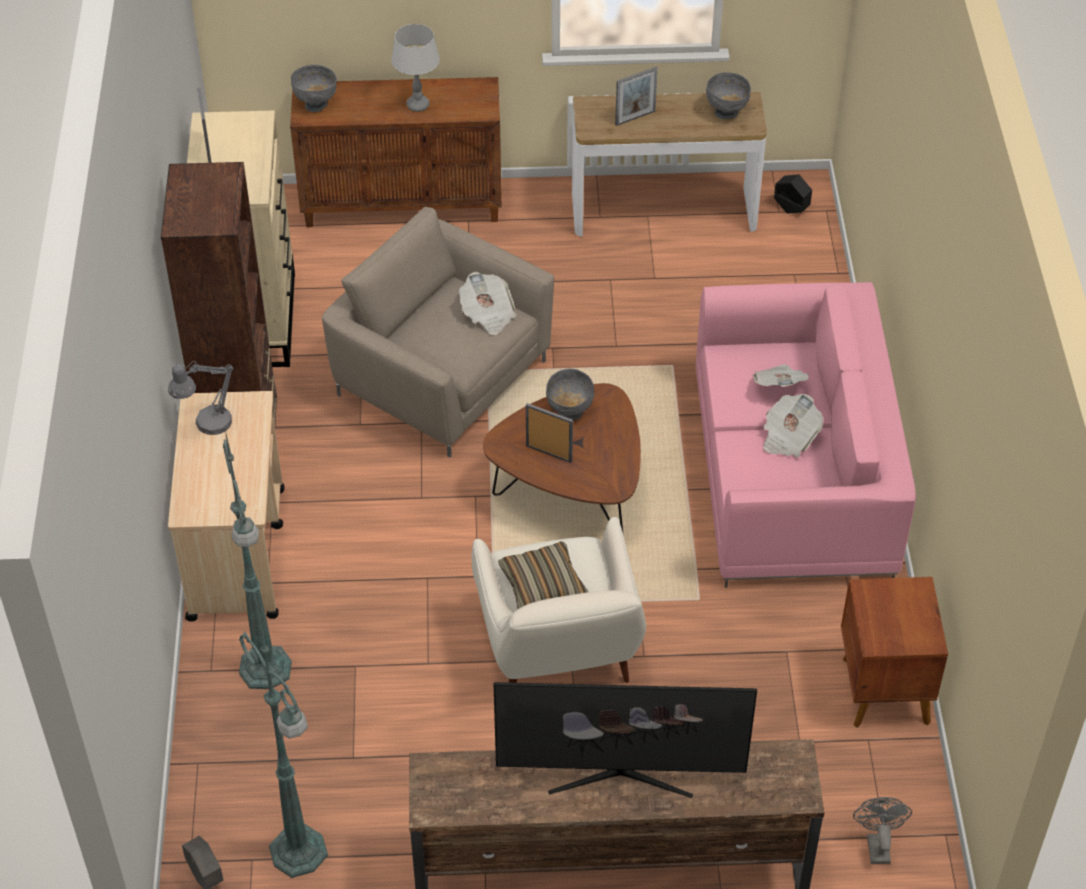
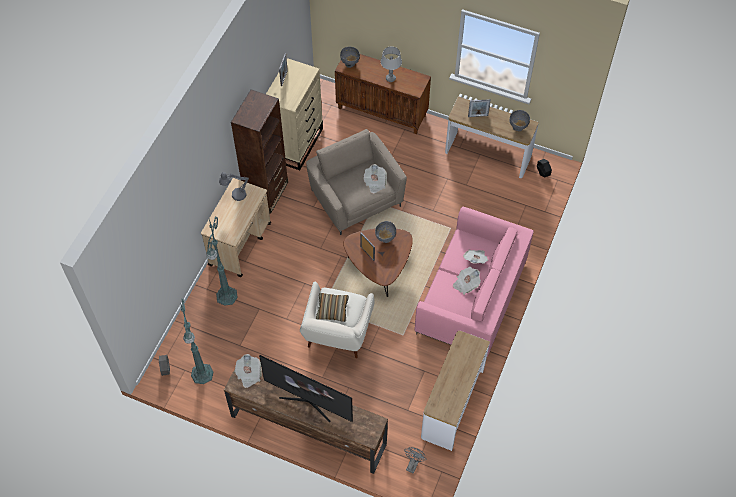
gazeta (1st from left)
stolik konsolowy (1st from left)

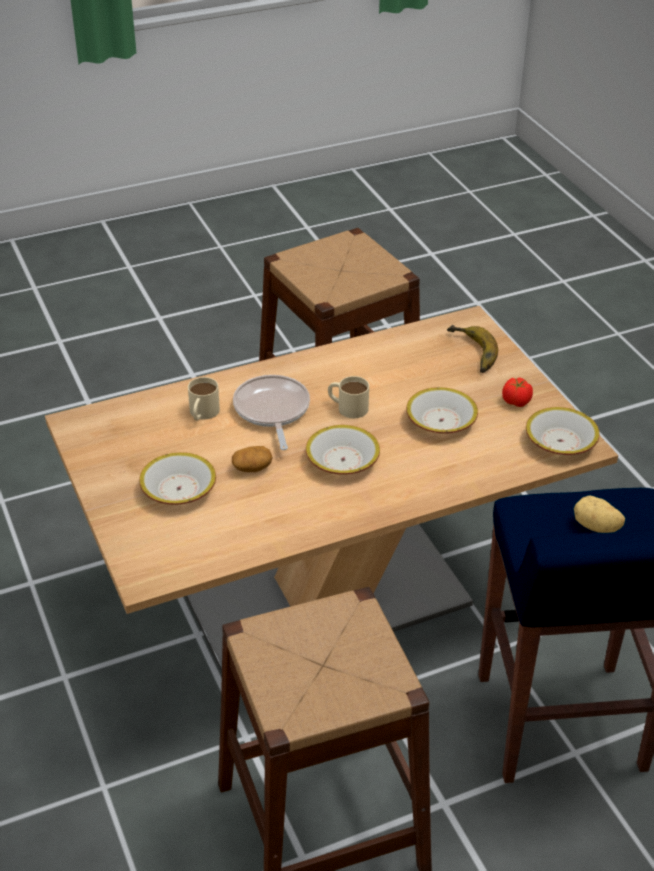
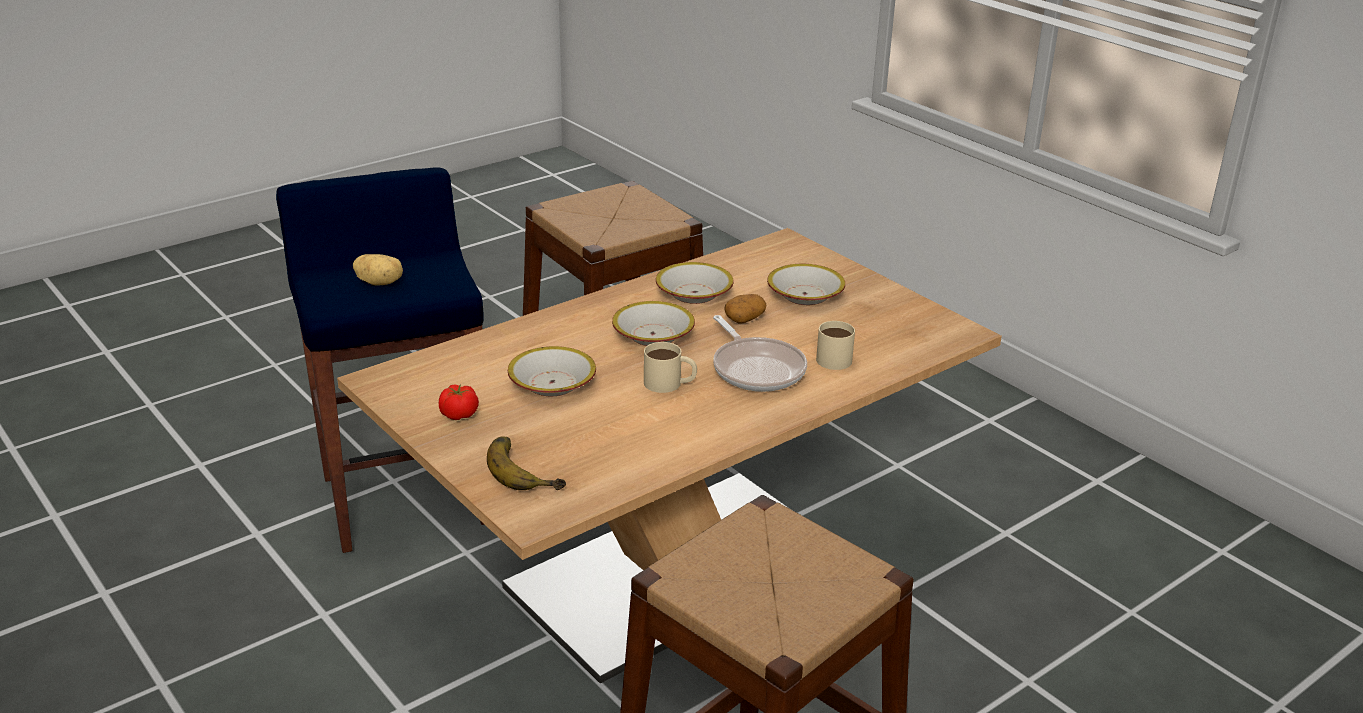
miska (3rd from left)

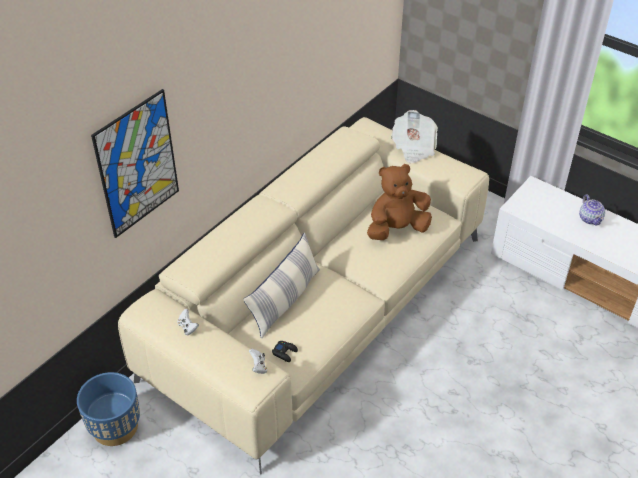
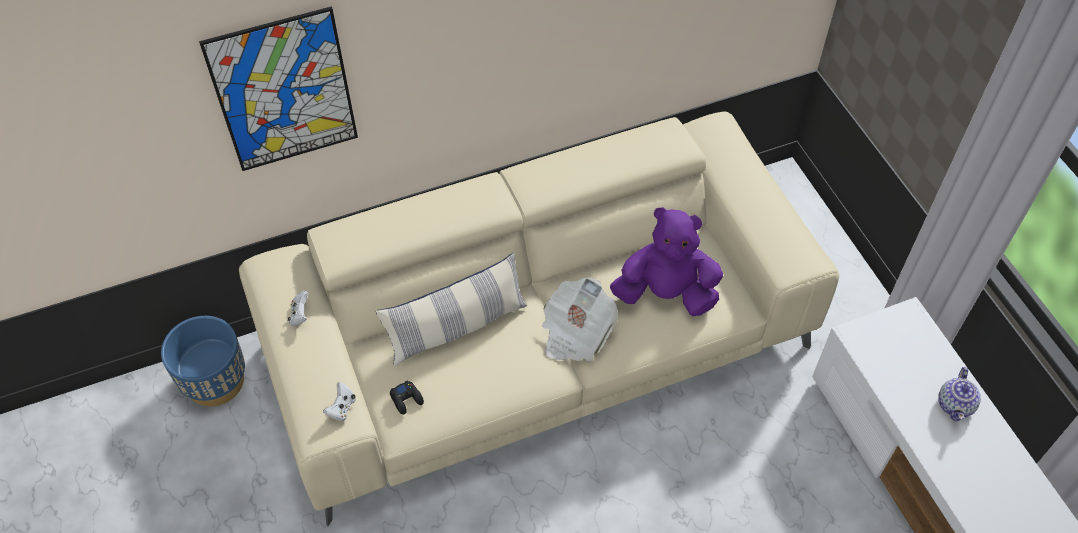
gazeta
pluszak [fioletowy]

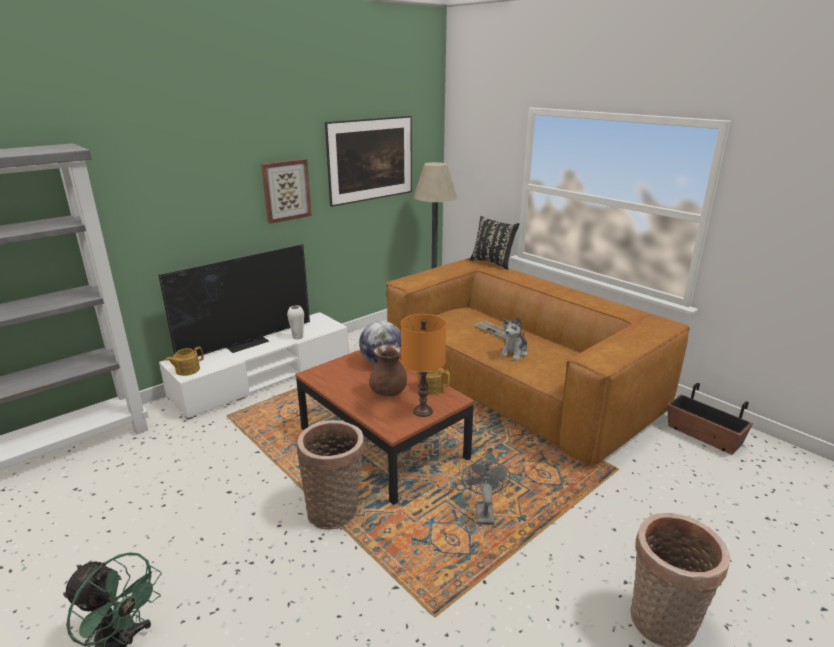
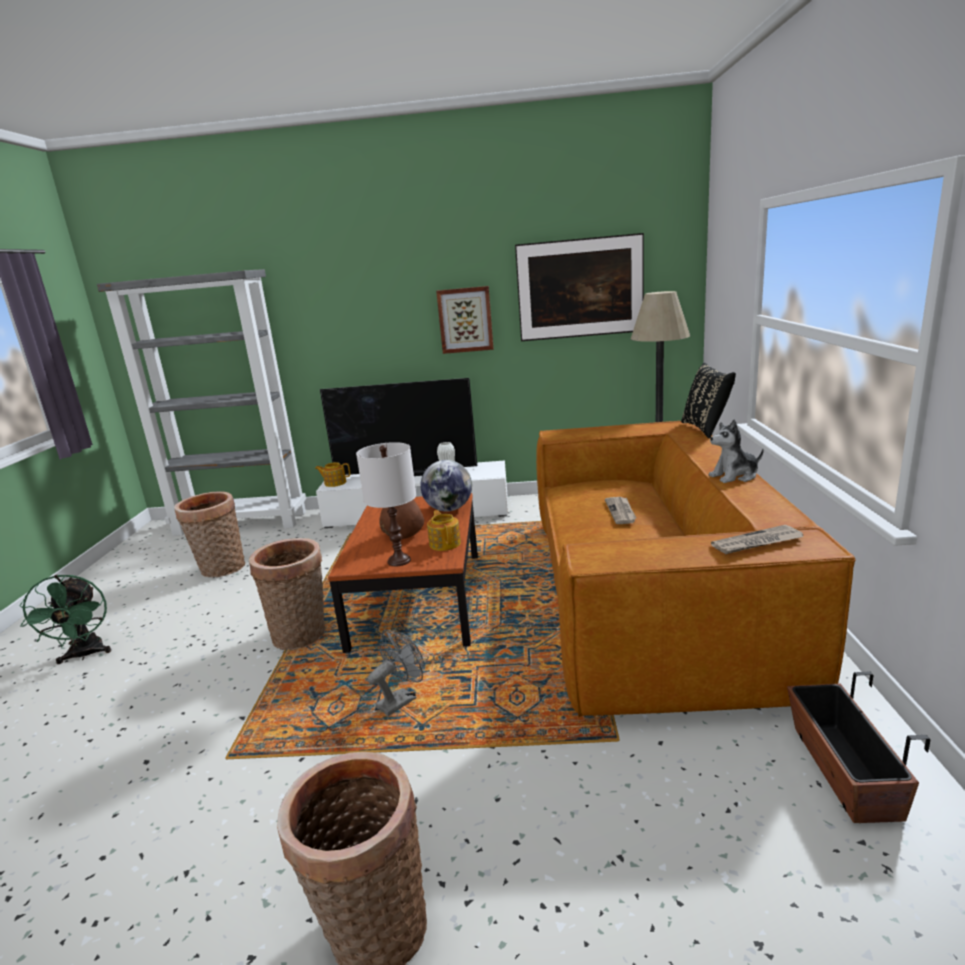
koszyk (1st from left)
gazeta (2nd from left)
pluszak
lampa stołowa [biały]

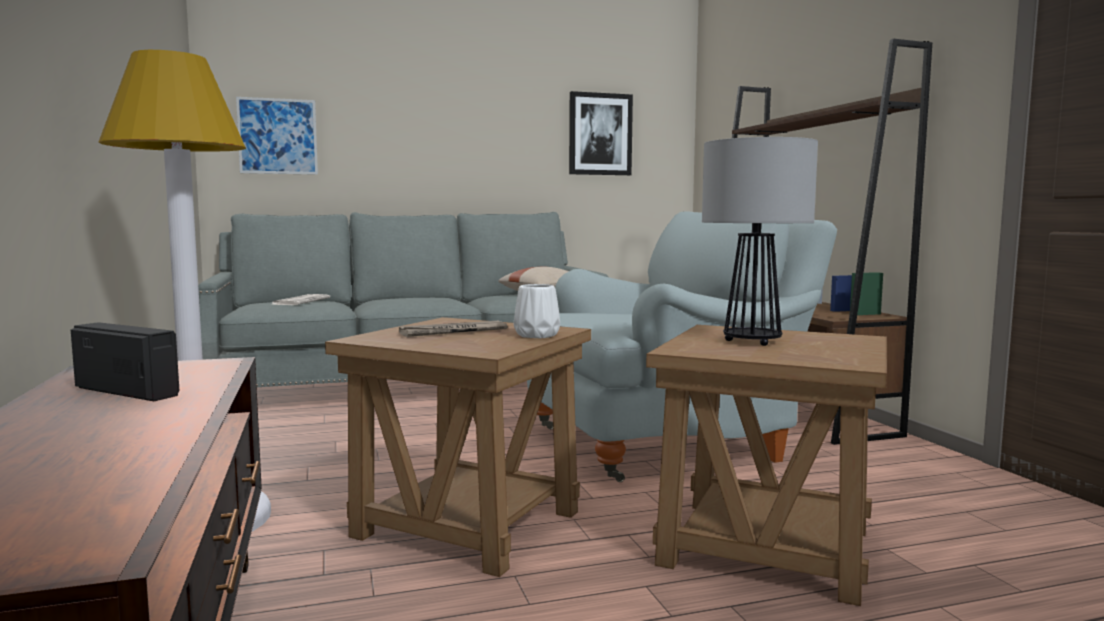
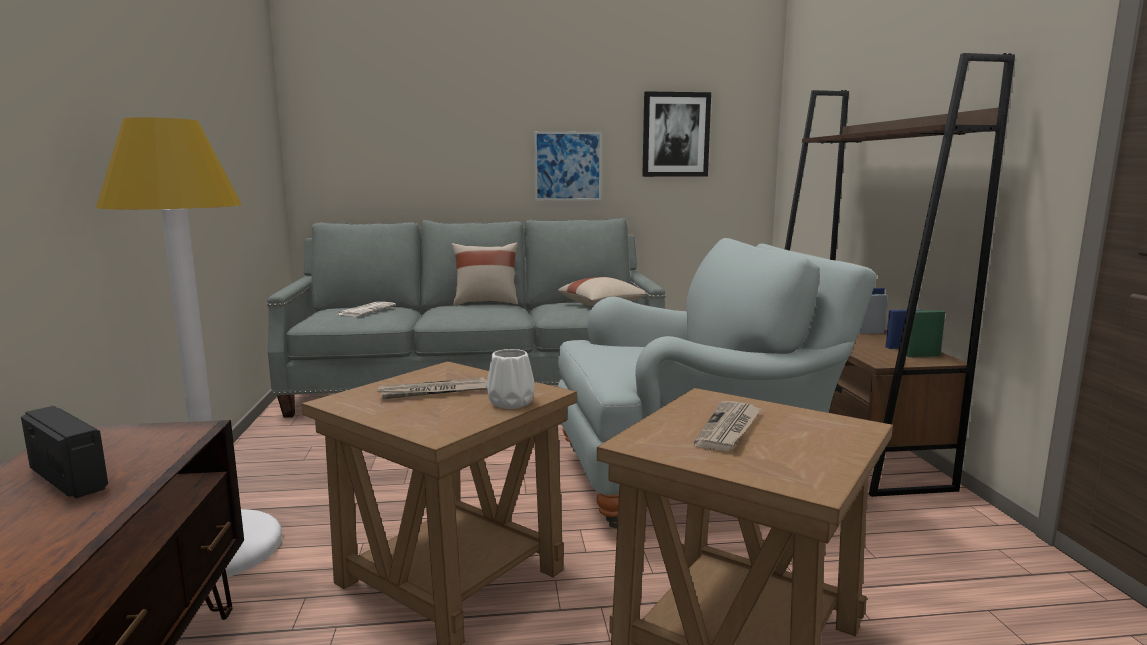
poduszka [beżowy] (1st from left)
obraz (1st from left)
gazeta (3rd from left)

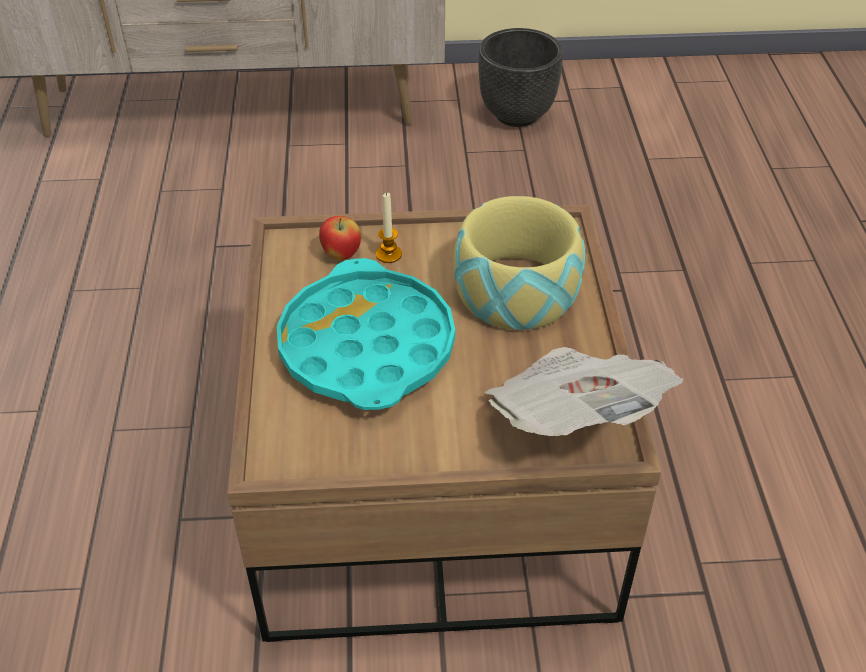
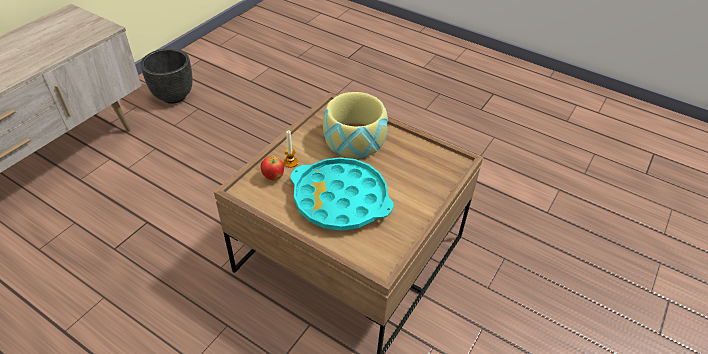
gazeta

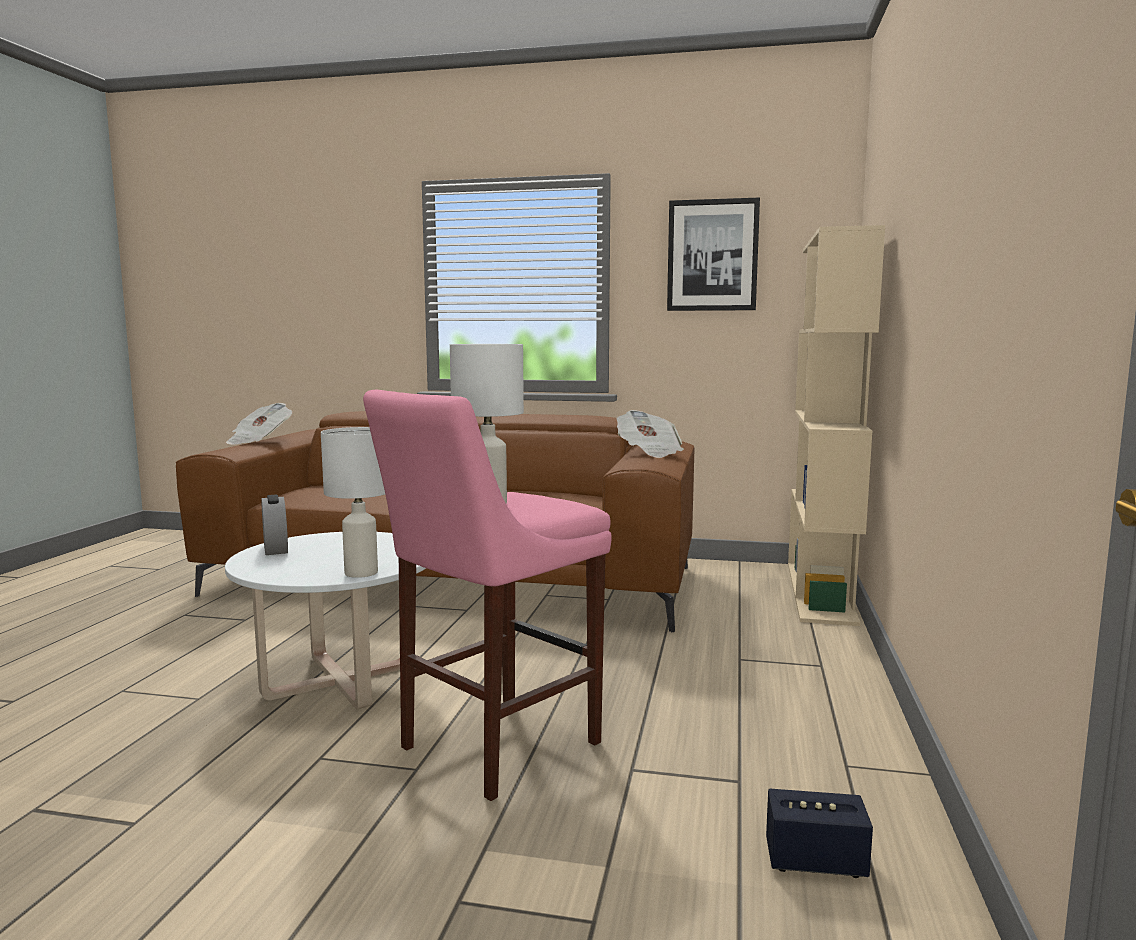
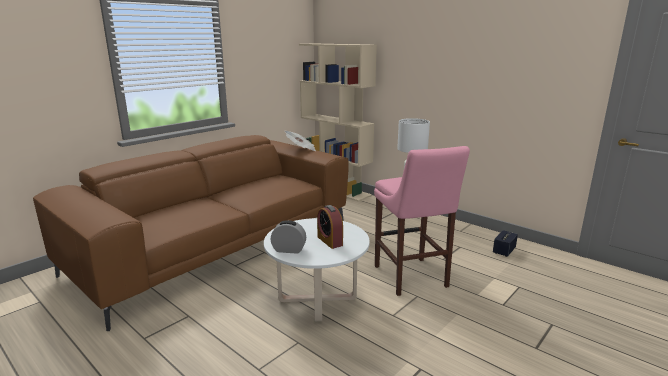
gazeta (1st from left in the first image)
lampa stołowa [biały] (1st from left in the first image)
obraz
budzik (2nd from left)

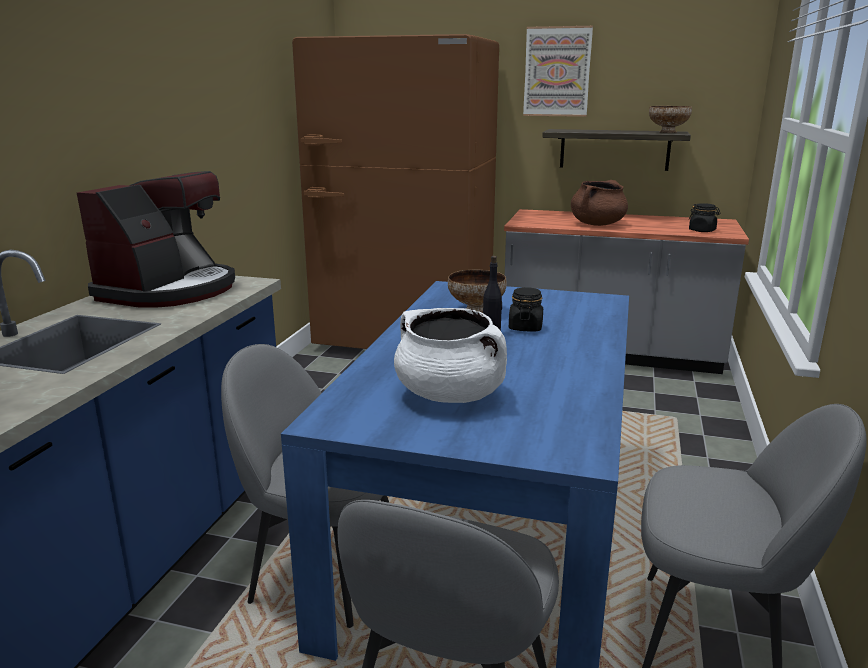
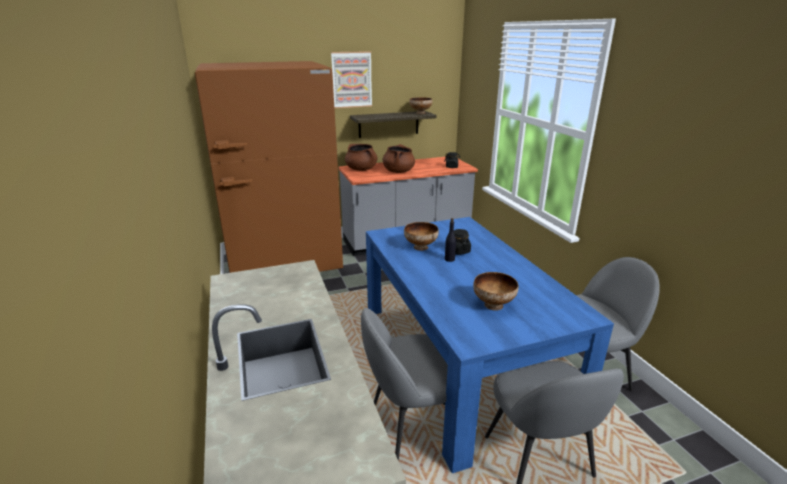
ekspres do kawy
garnek [brązowy] (1st from left)
miska (3rd from left)

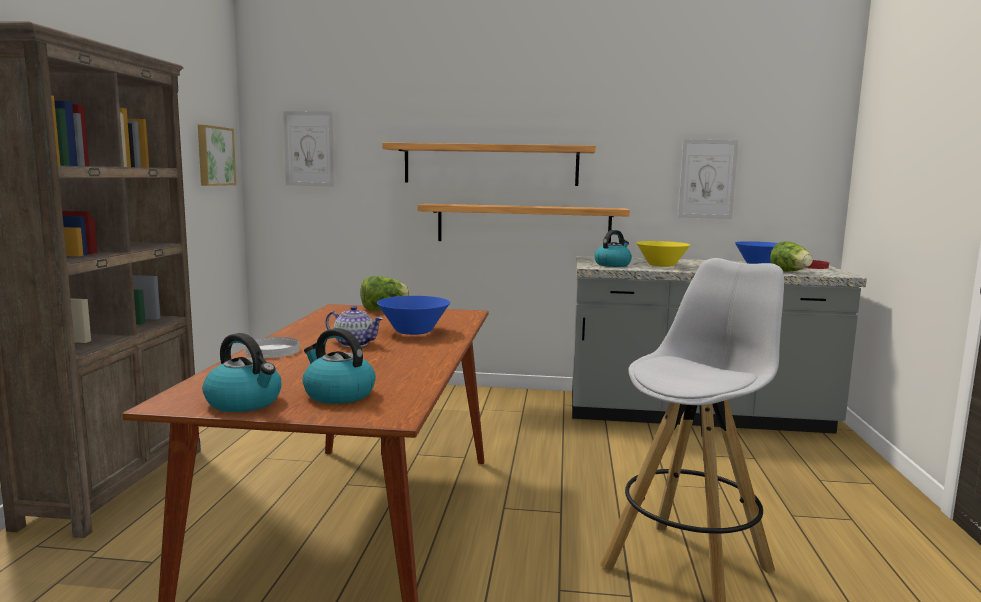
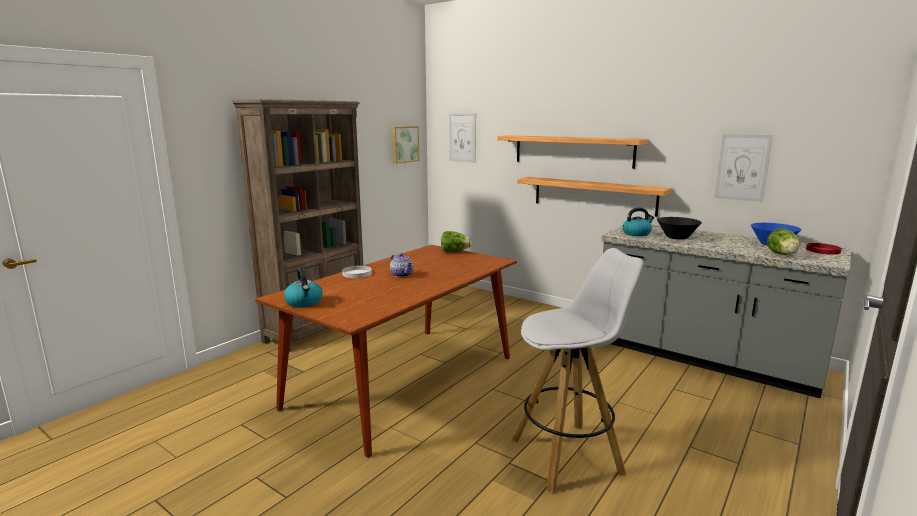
czajnik (2nd from left in the first image)
miska [niebieski] (1st from left in the first image)
miska [czarny]

